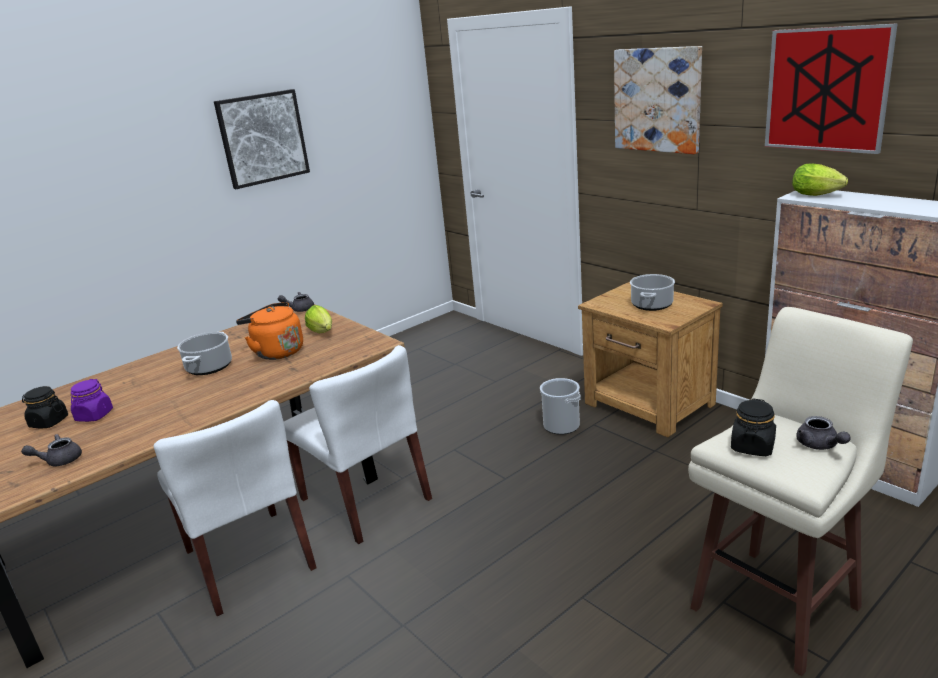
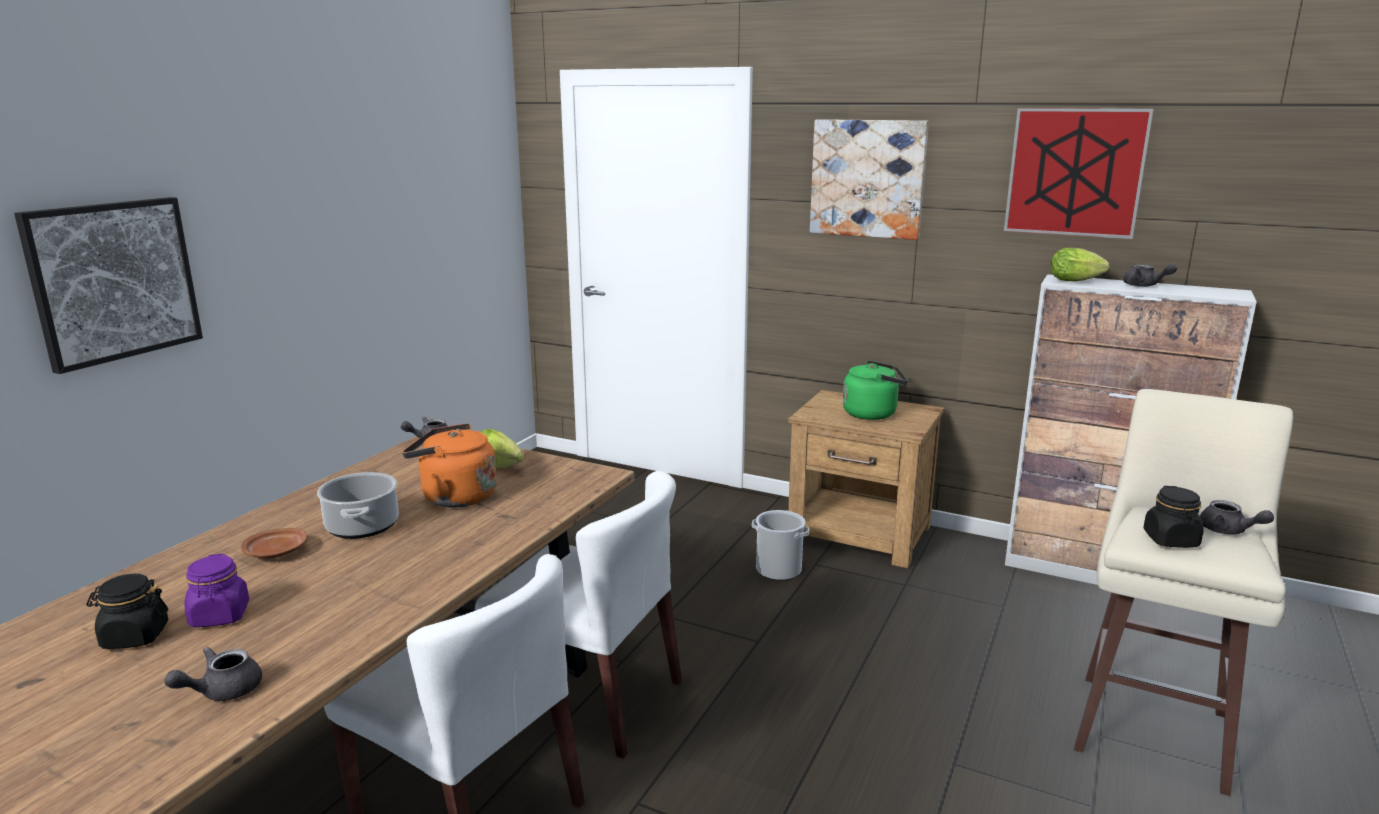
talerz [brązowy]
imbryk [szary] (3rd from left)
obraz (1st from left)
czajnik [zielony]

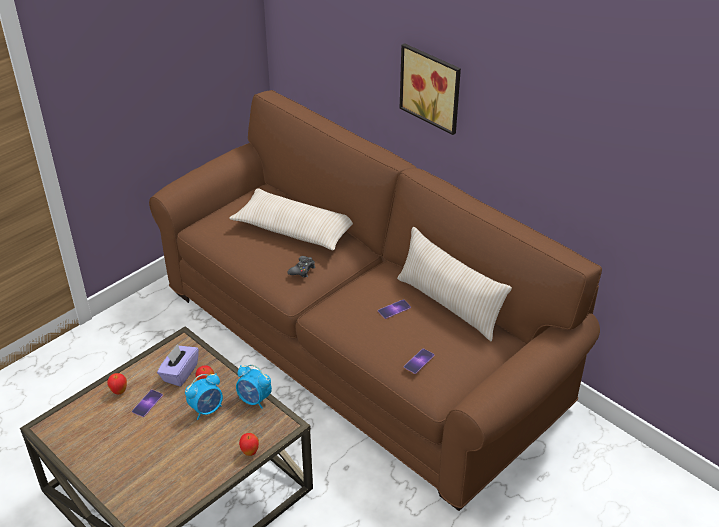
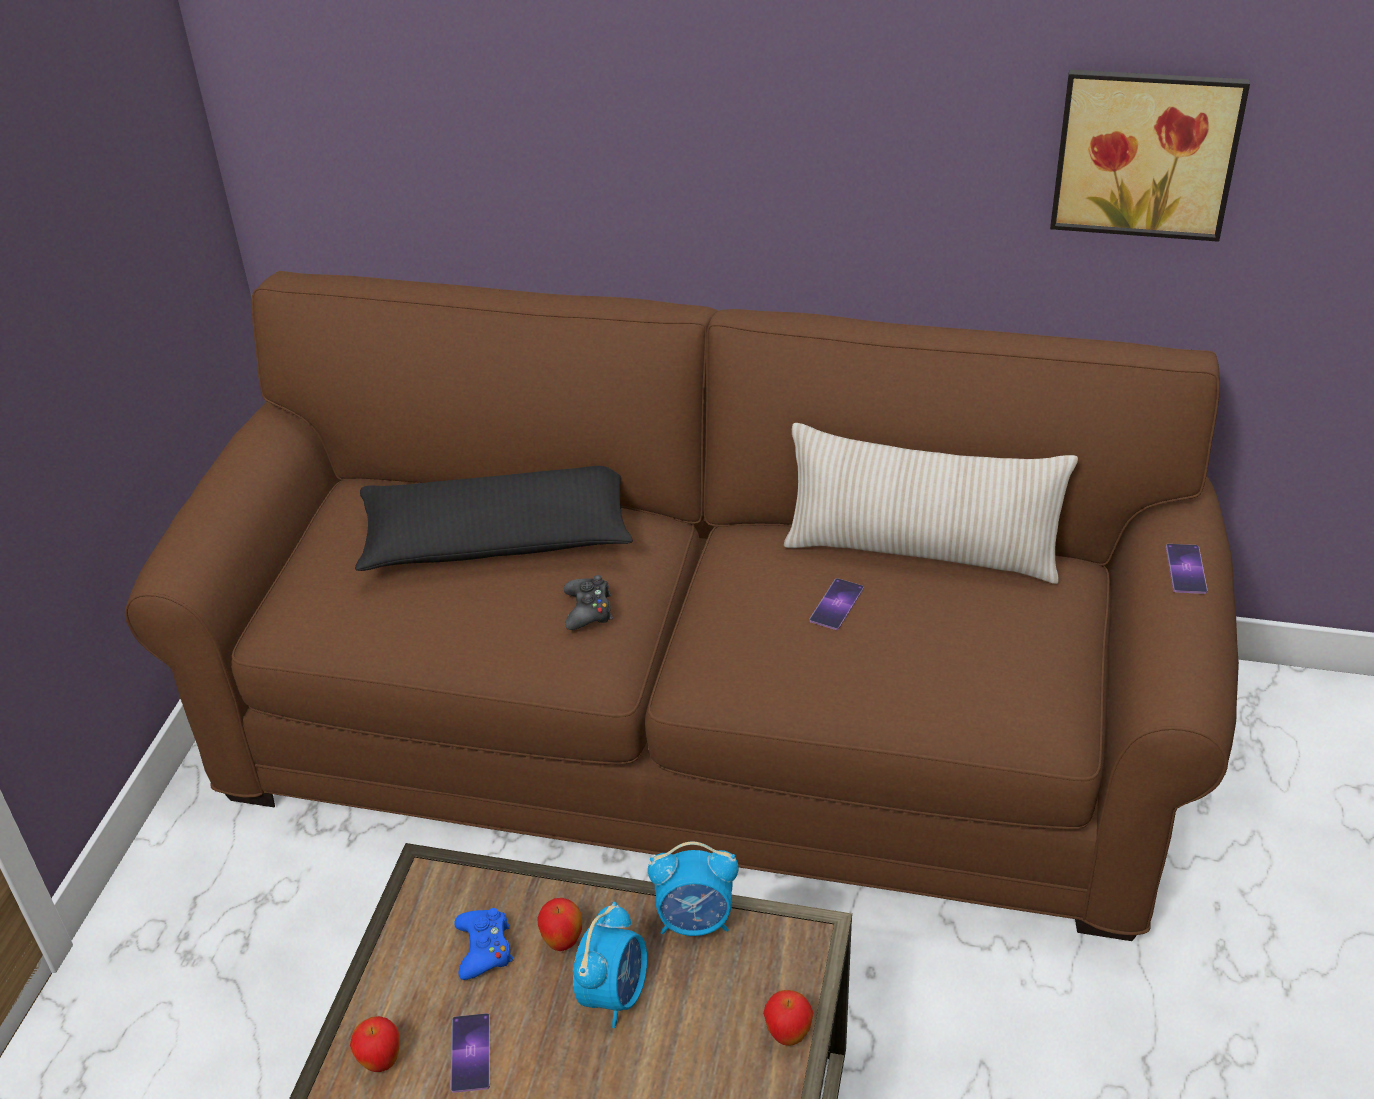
obraz
telefon (3rd from left)
pad do gier [niebieski]
poduszka [czarny]

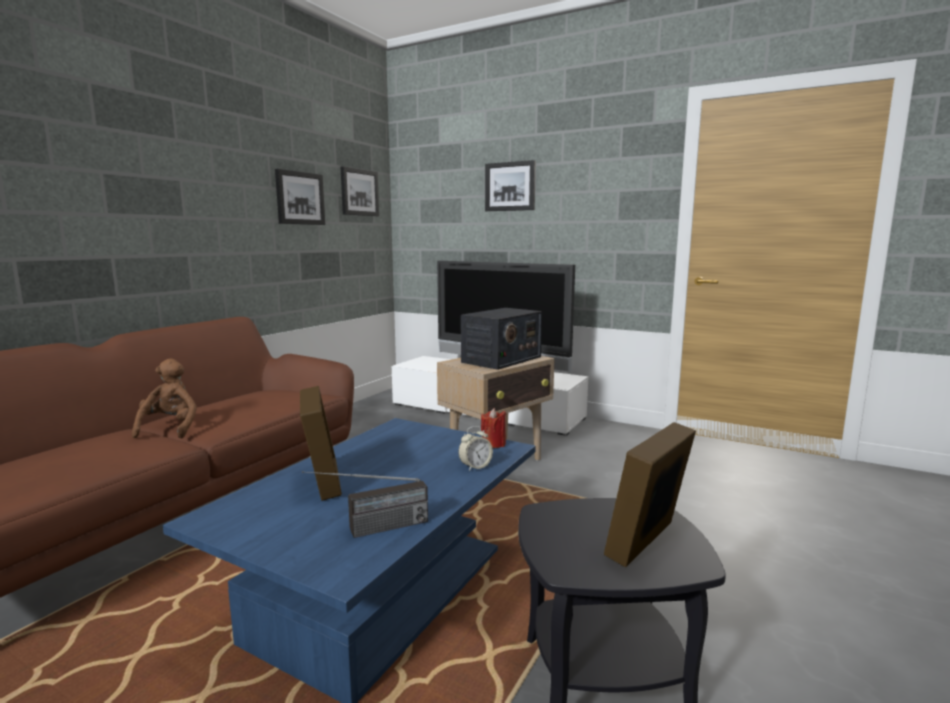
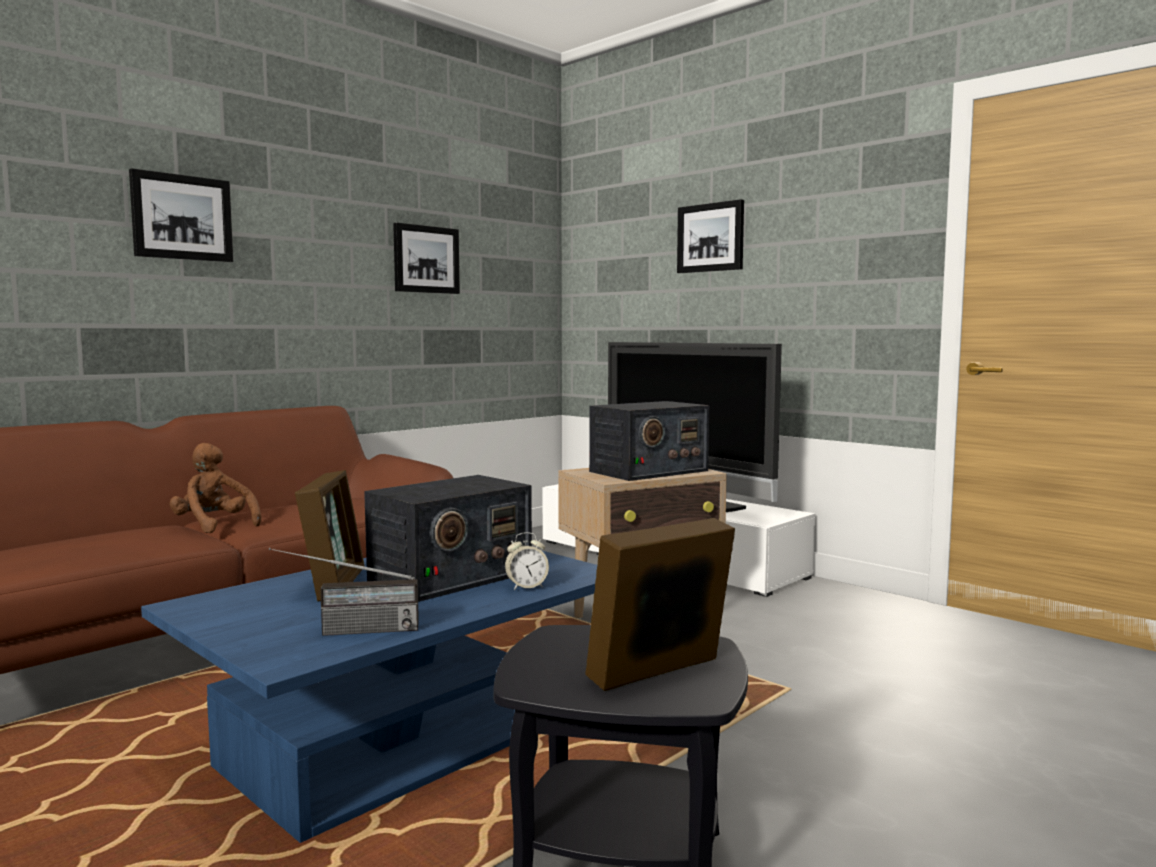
świeca [czerwony]
radio (2nd from left)
obraz (1st from left)
pluszak [brązowy]

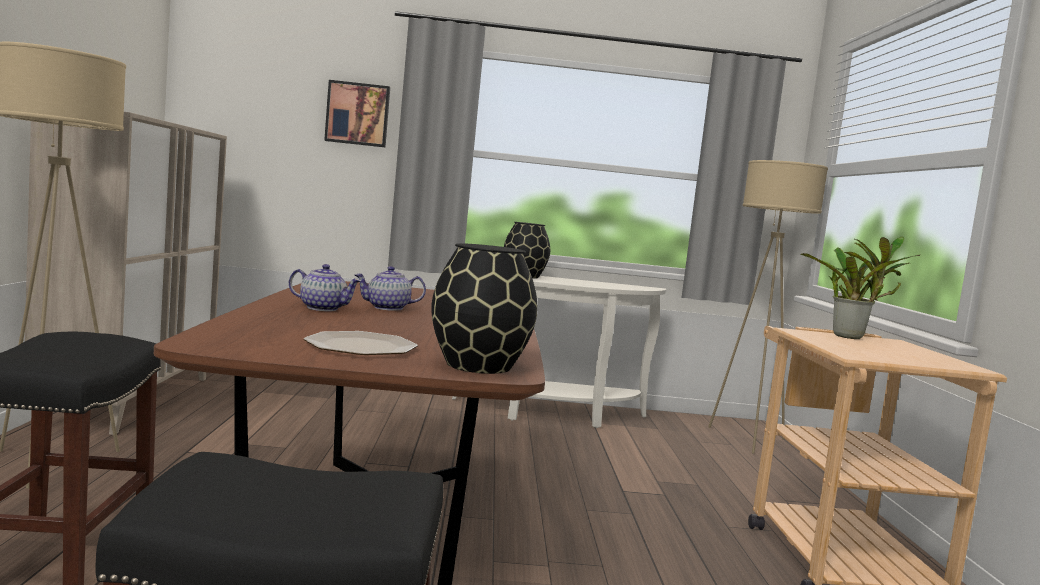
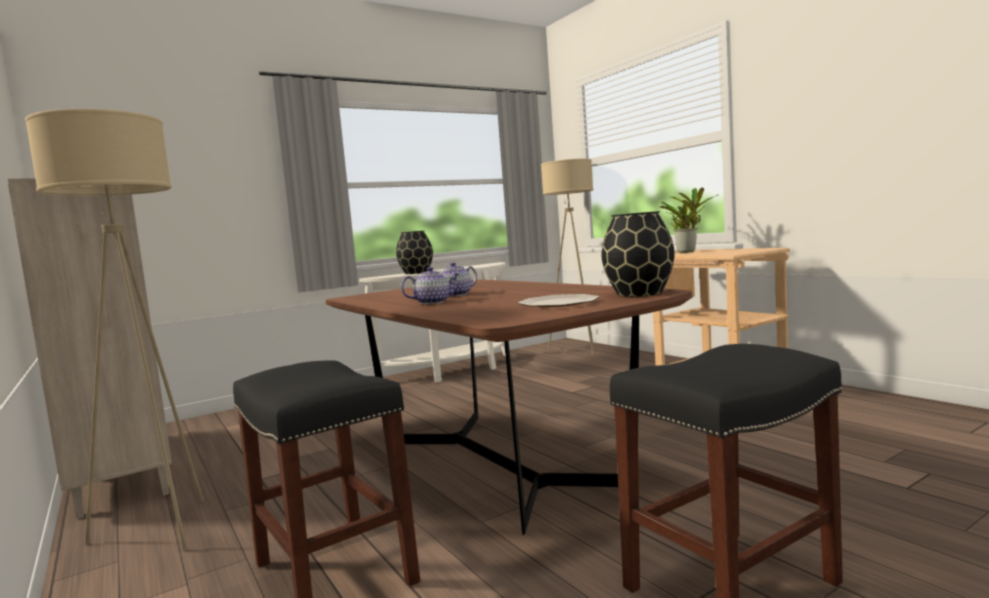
obraz

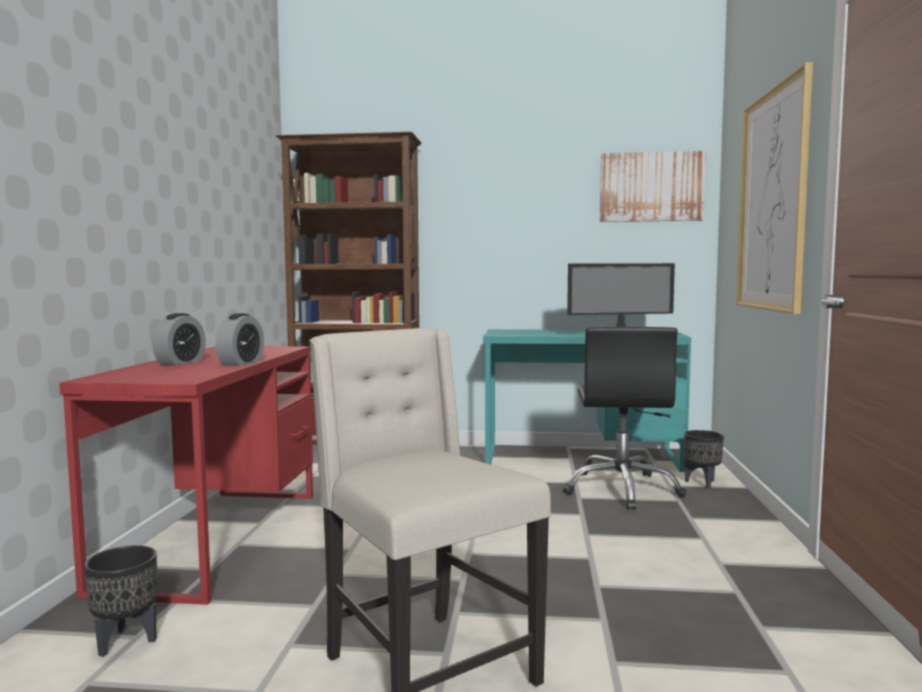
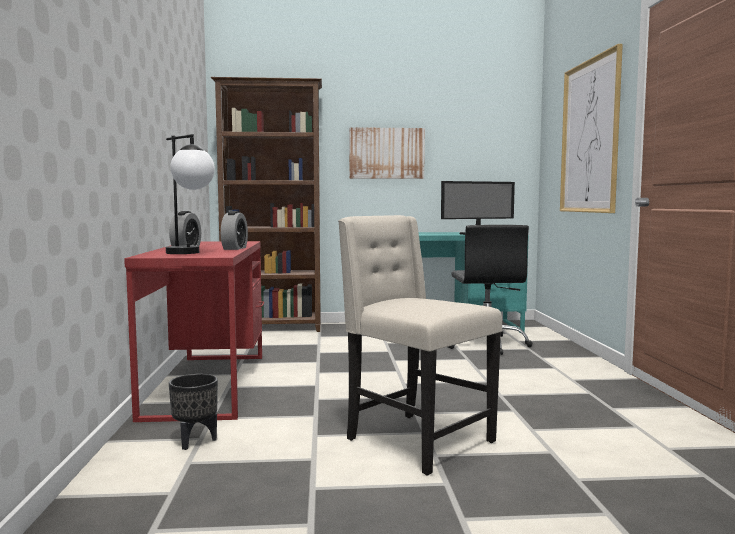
donica [czarny] (2nd from left in the first image)
lampa stołowa
obraz (1st from left)

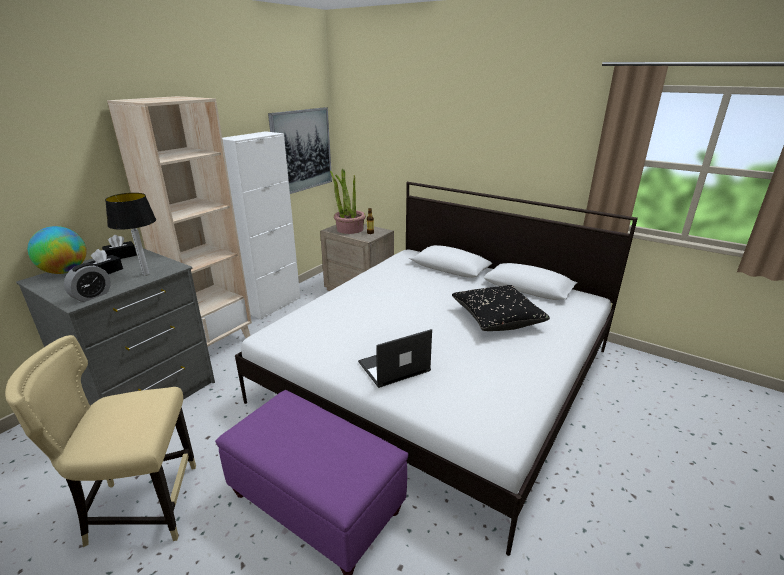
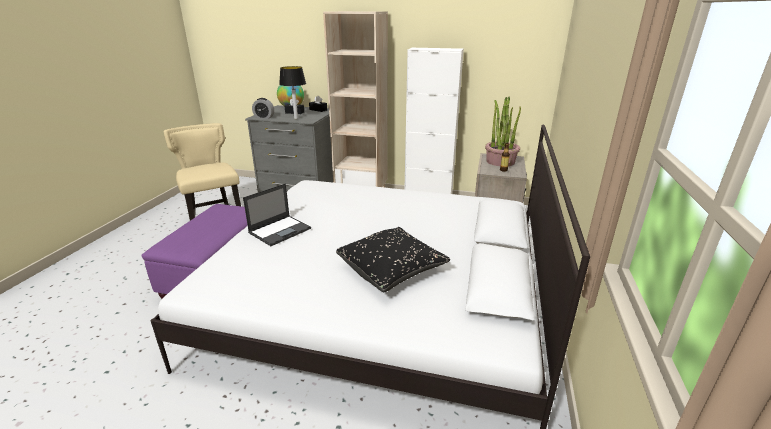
obraz
laptop

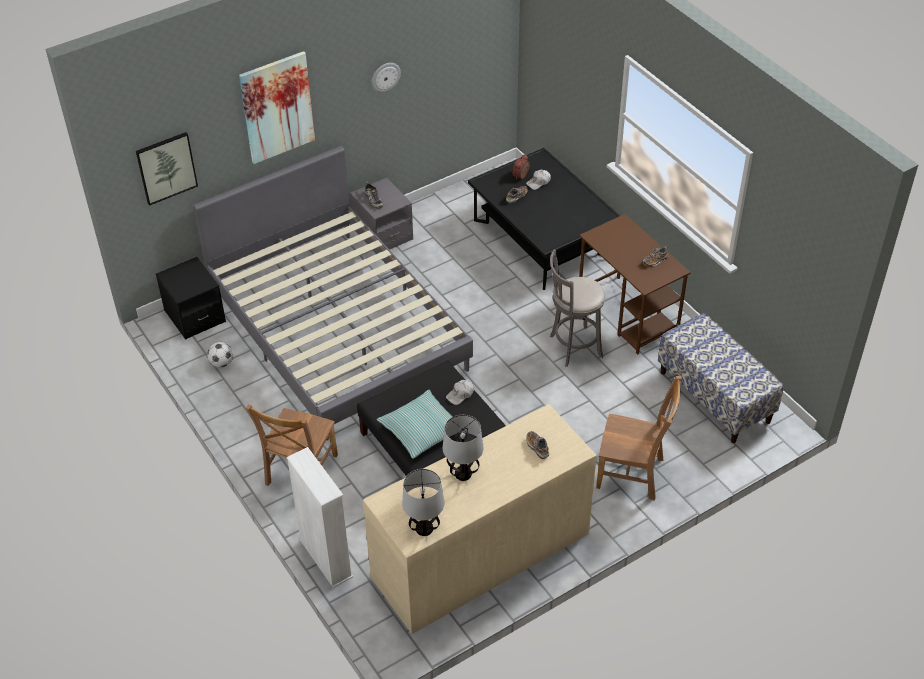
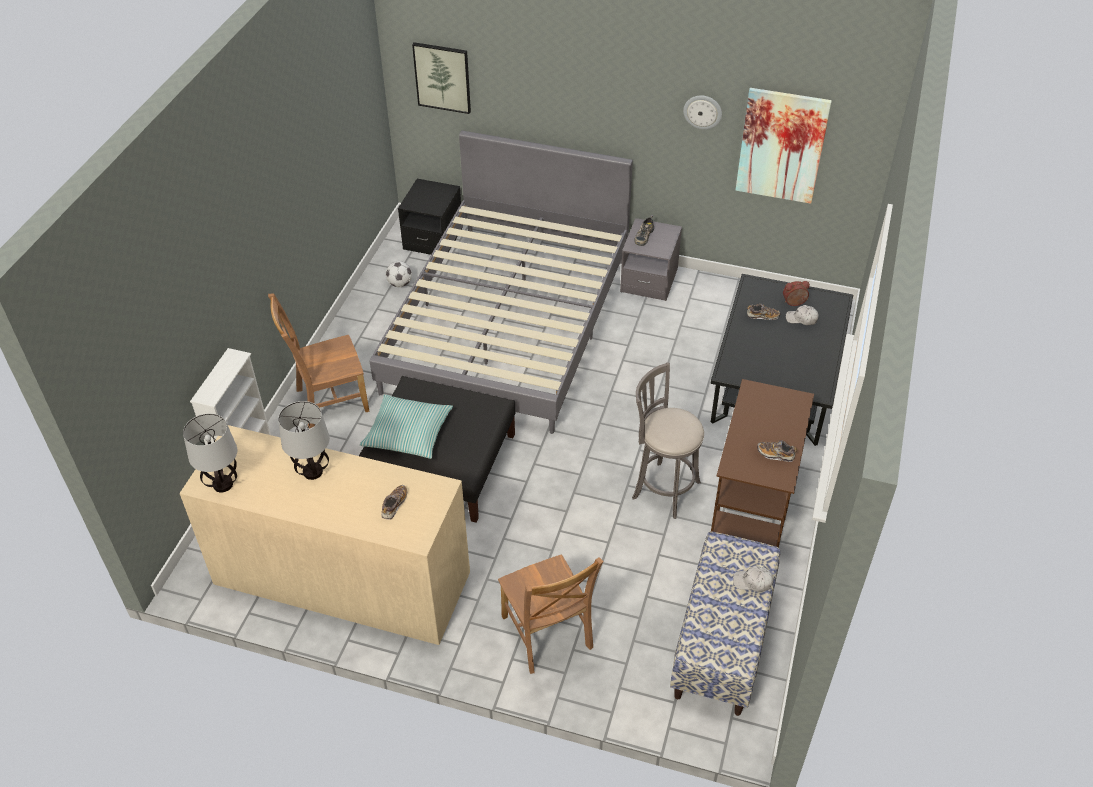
obraz (2nd from left)
czapka z daszkiem [biały] (1st from left)

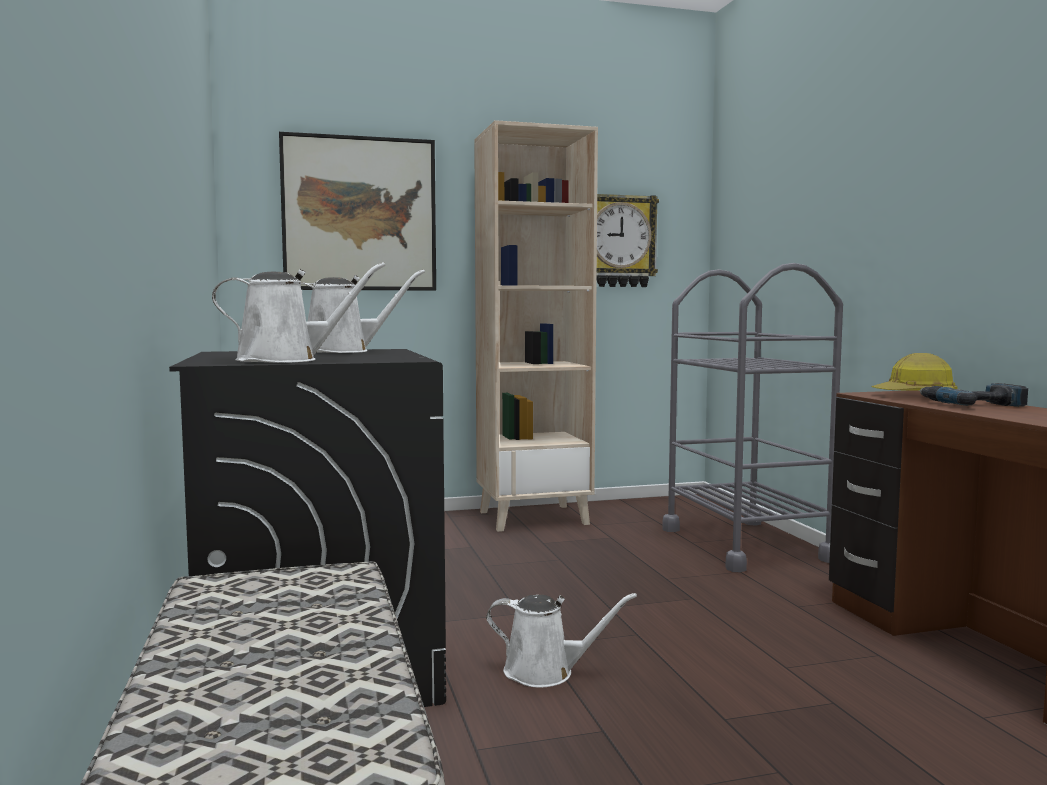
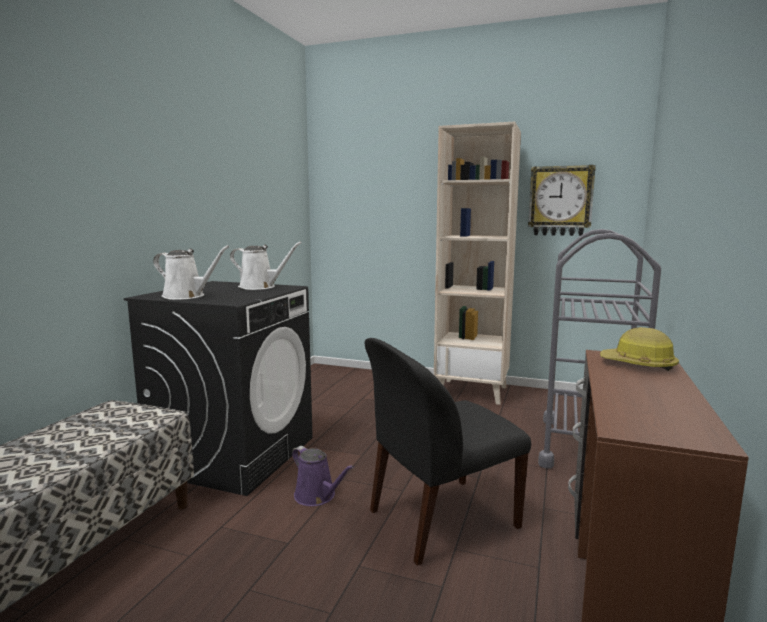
obraz
wiertarka
krzesło [czarny]
konewka [fioletowy]

